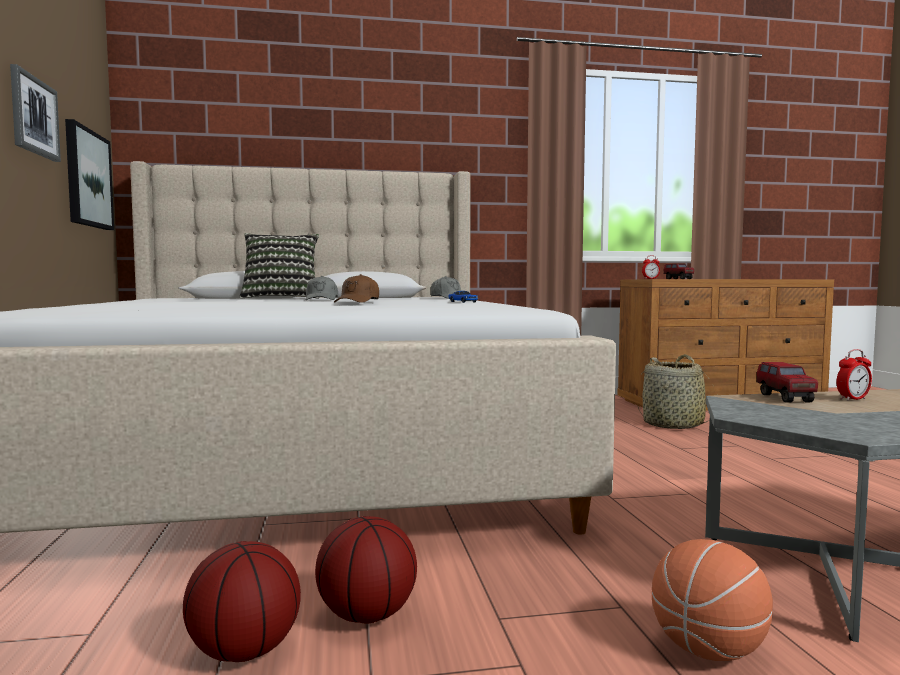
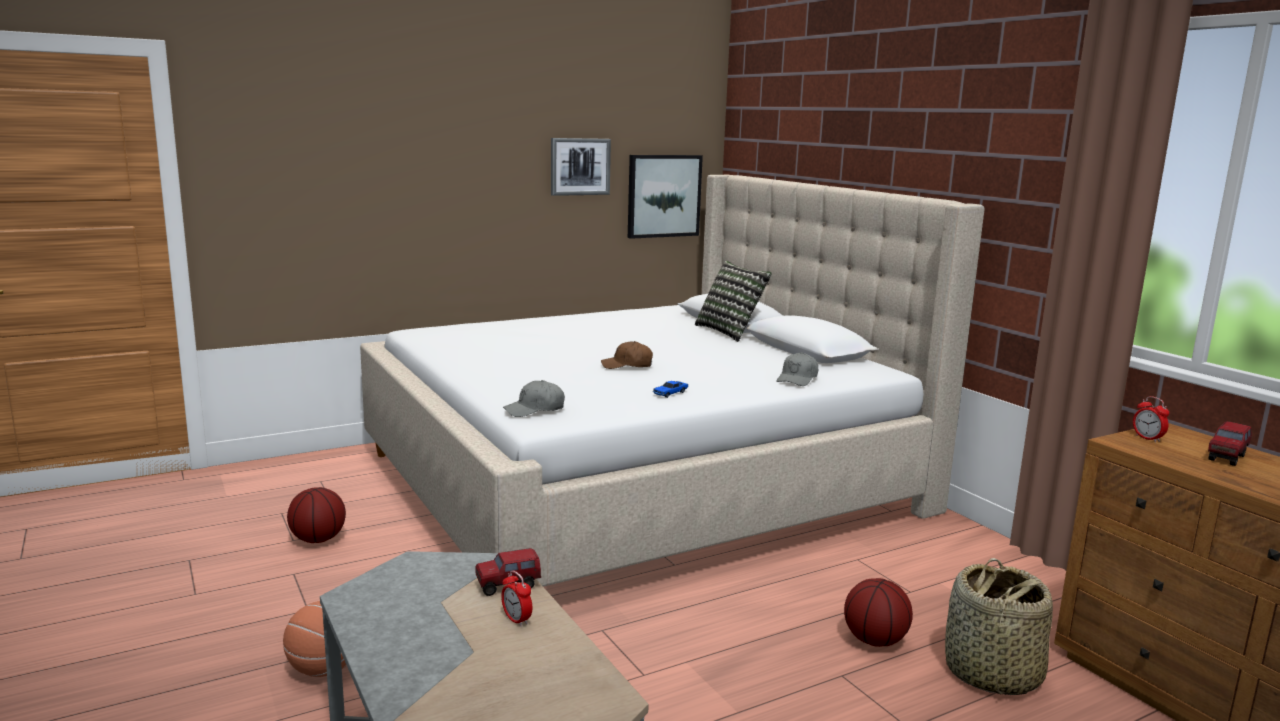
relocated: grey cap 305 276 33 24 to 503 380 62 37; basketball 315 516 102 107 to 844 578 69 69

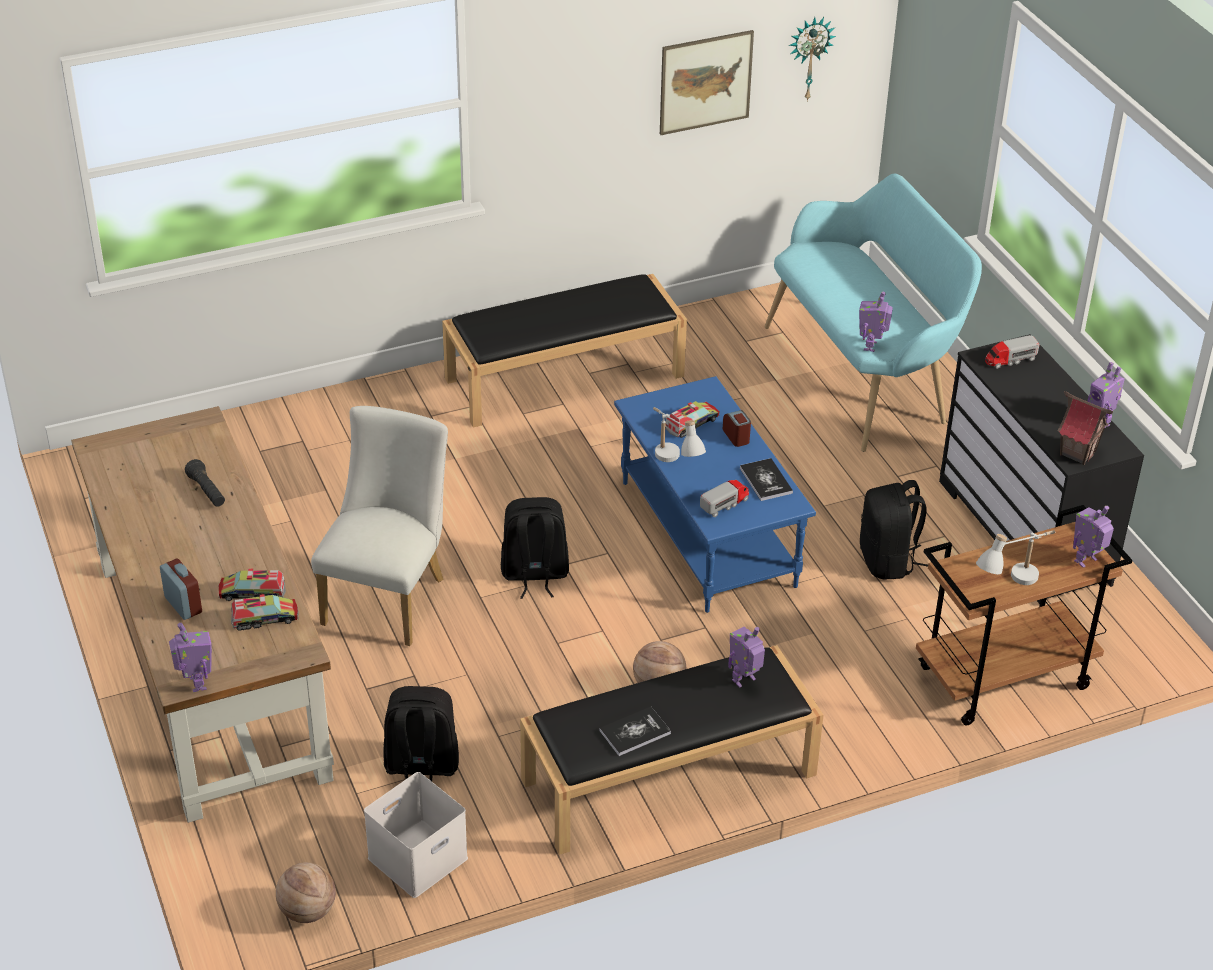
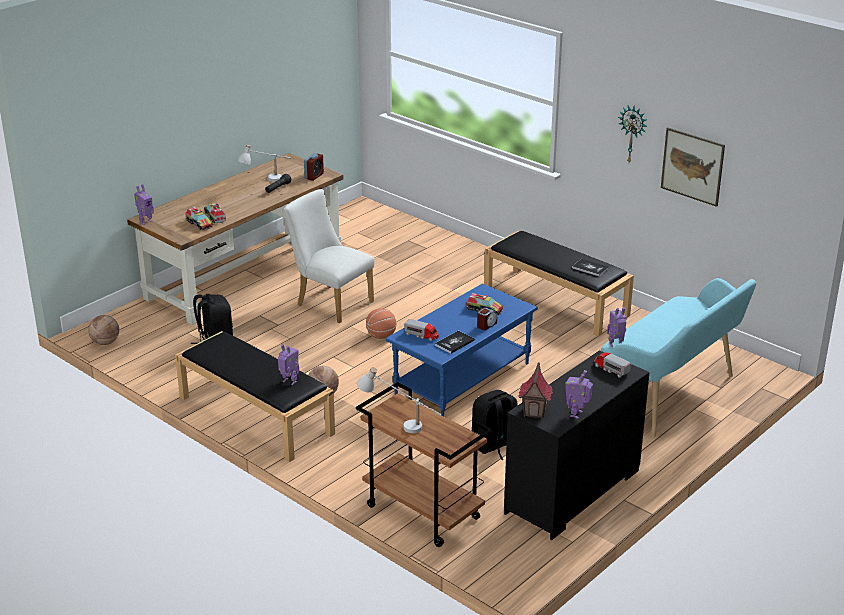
missing: white storage box 364 772 104 126; toy robot 1073 506 41 62
relocated: white table lamp 653 407 53 55 to 237 145 54 37; alarm clock 160 558 42 62 to 304 153 20 28; book 599 707 72 49 to 572 259 37 18; wall clock 789 17 47 85 to 618 105 29 58
exchanged: black backpack 501 497 68 102 to basketball 366 308 30 31
spun: white chair 311 406 137 240 = 284 189 90 134 135 degrees counterclockwise

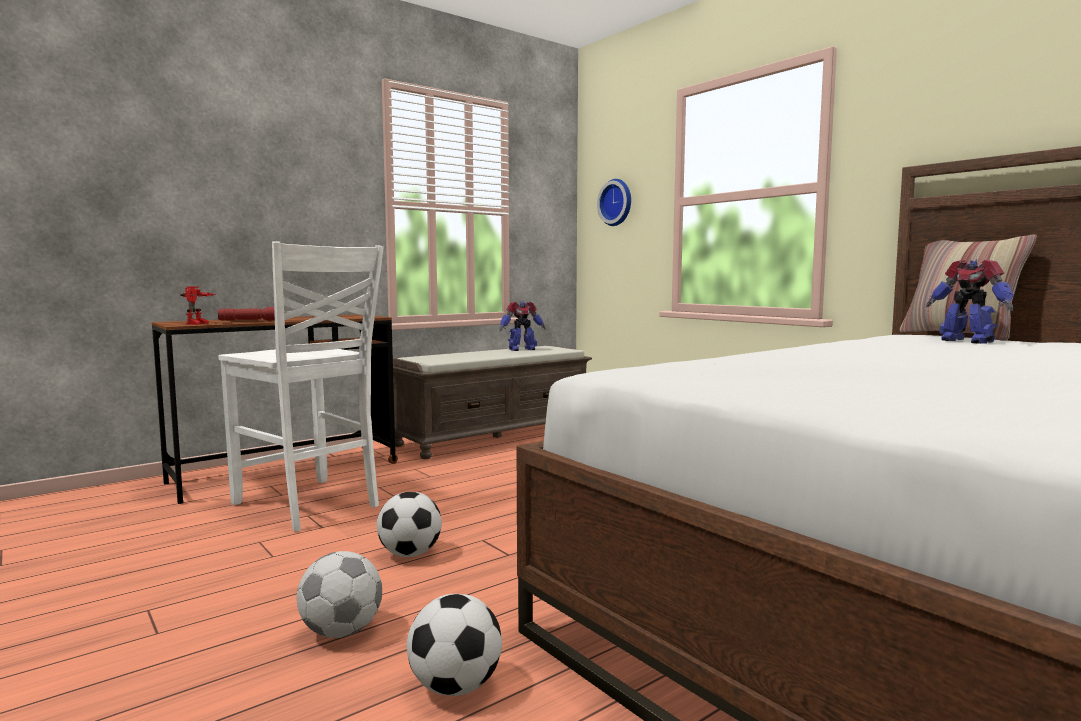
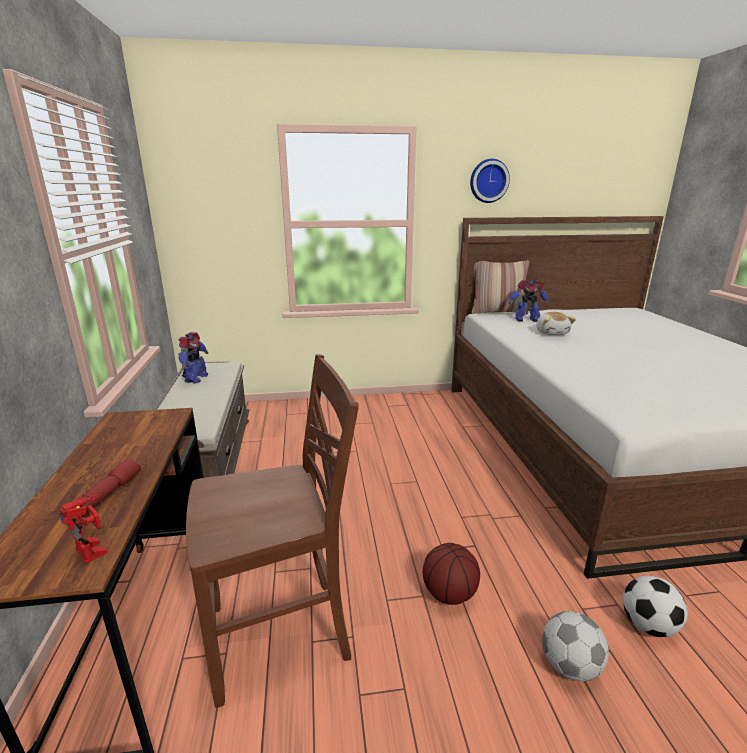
appeared: plush toy 536 312 40 23
relocated: wall clock 597 179 34 47 to 470 159 40 44
exchanged: football 377 492 65 65 to basketball 423 543 57 62
colour: white chair 218 241 166 290 to brown chair 186 354 173 354

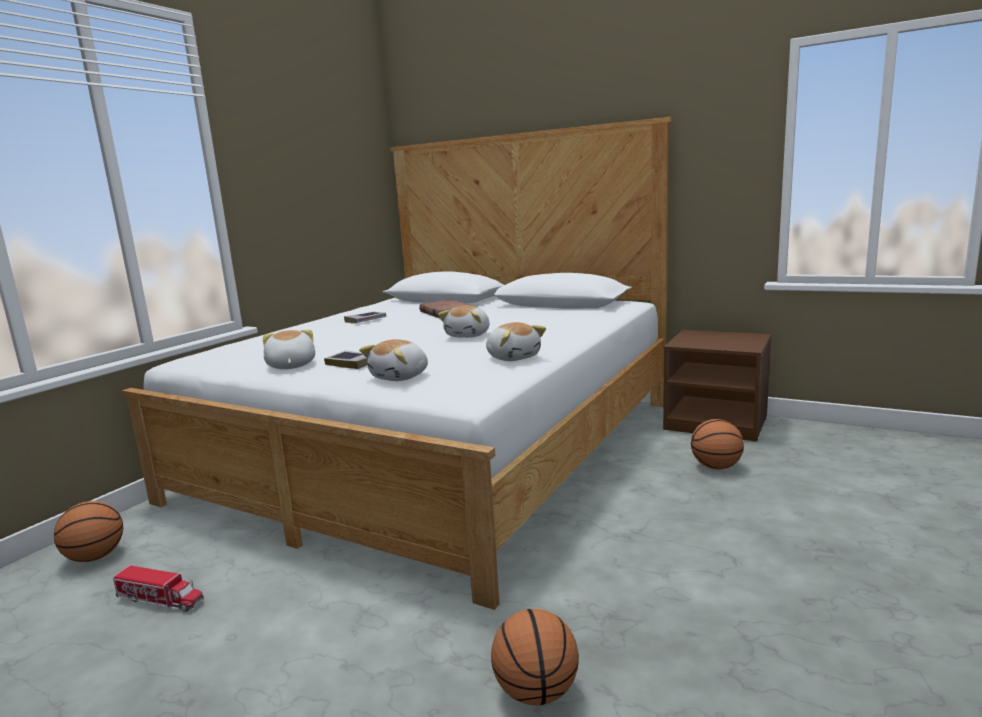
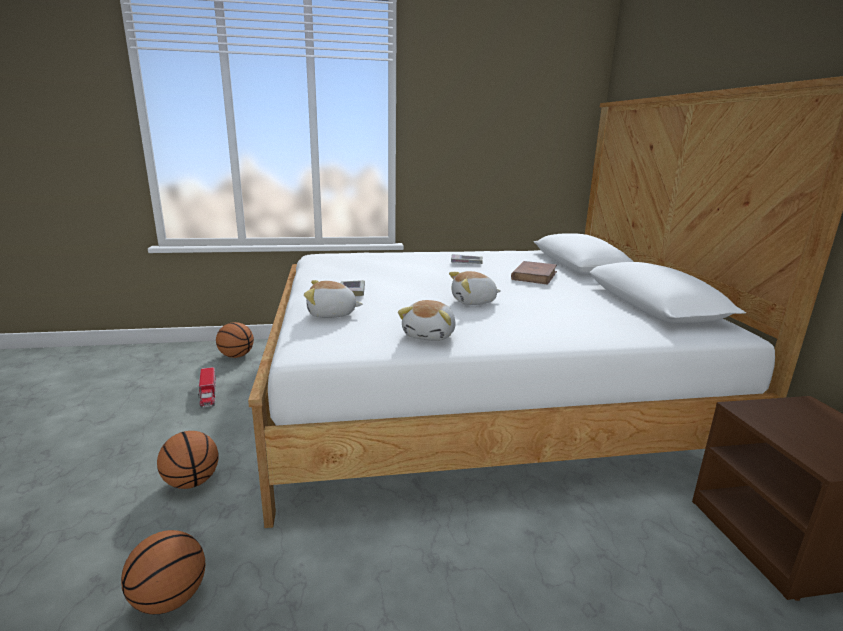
missing: plush toy 263 330 52 39
relocated: basketball 691 419 53 51 to 157 431 61 58

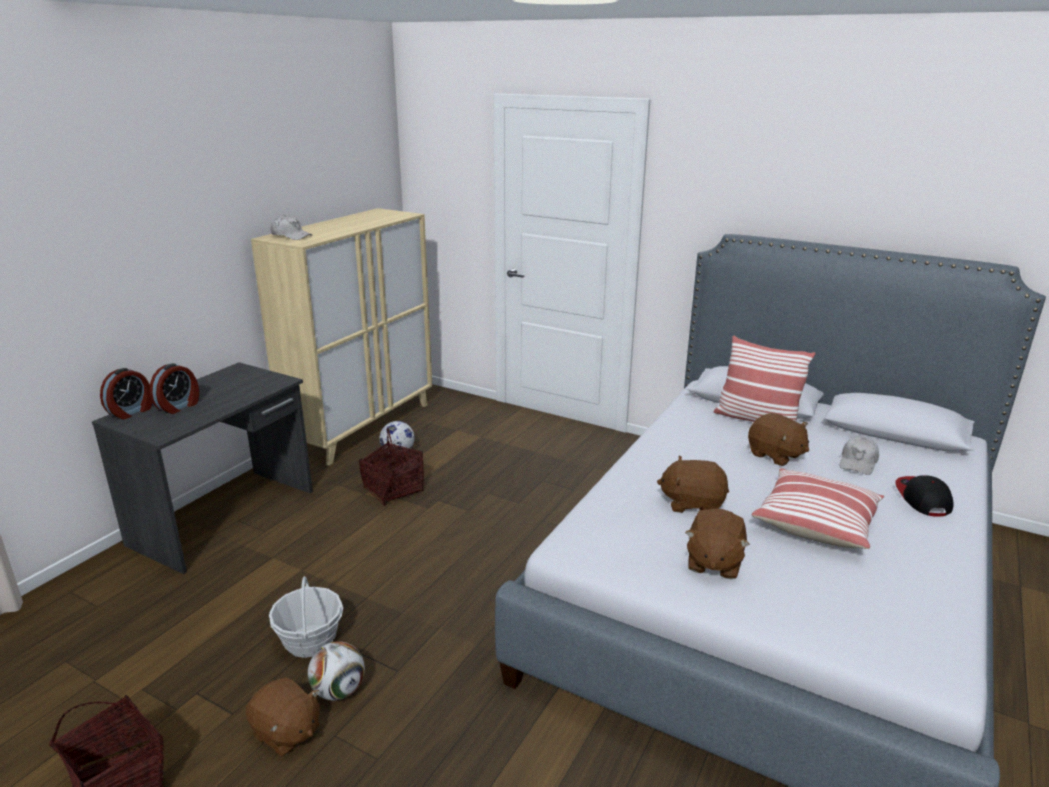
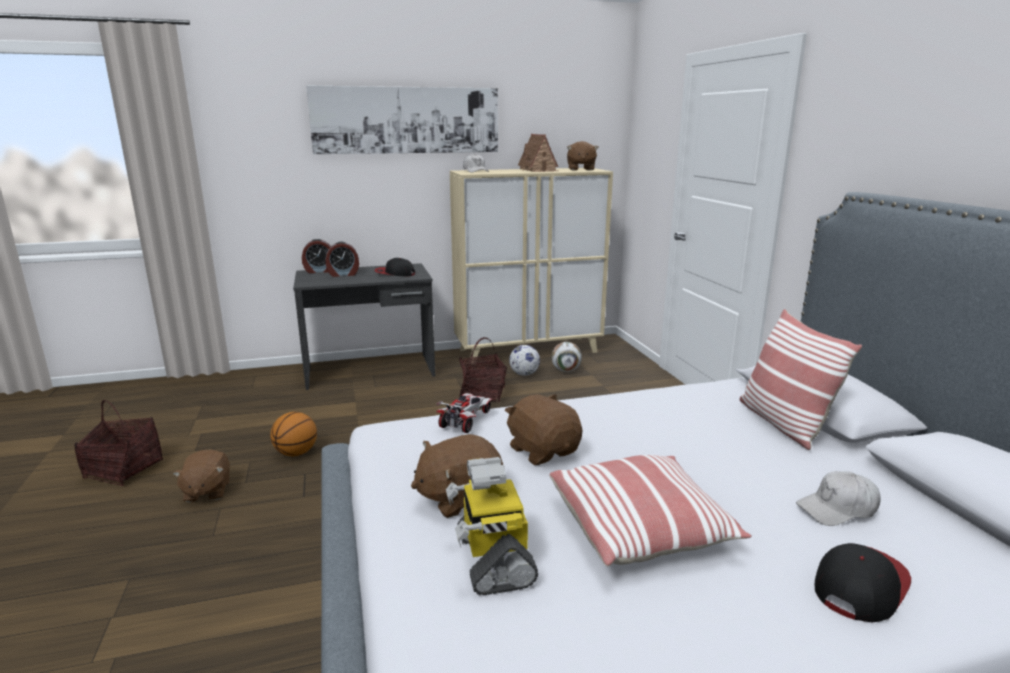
appeared: picture 306 85 192 69; cap 374 258 41 18; toy car 436 393 56 40; toy robot 446 457 92 139; toy house 518 134 40 38
relocated: football 308 641 57 59 to 551 342 31 30; brown plush toy 748 413 61 53 to 567 141 32 30
exchanged: basket 269 576 74 82 to basketball 270 412 47 44

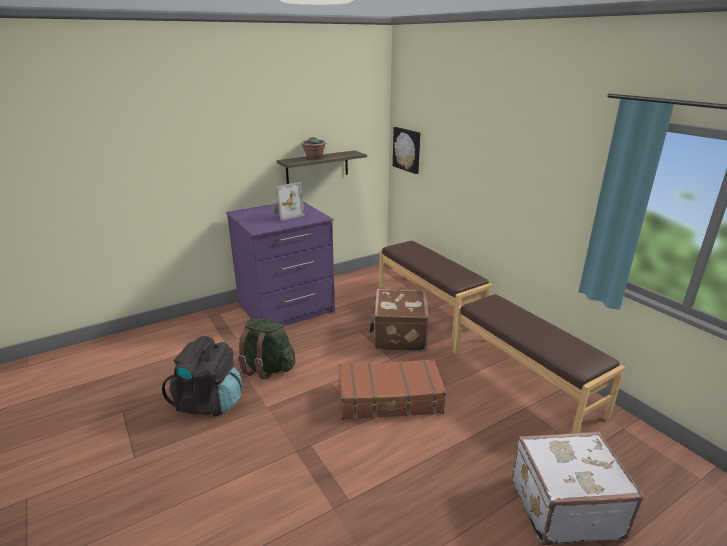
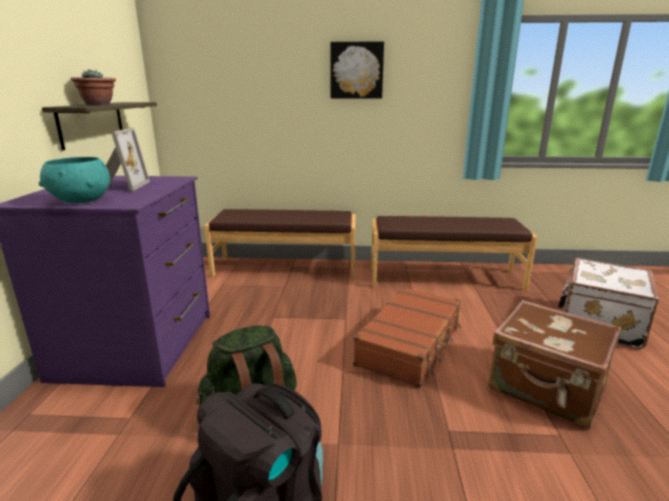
appeared: turquoise bowl 38 157 72 46
relocated: picture 393 127 27 47 to 330 41 54 58; brown suitcase 369 289 60 63 to 489 300 132 128

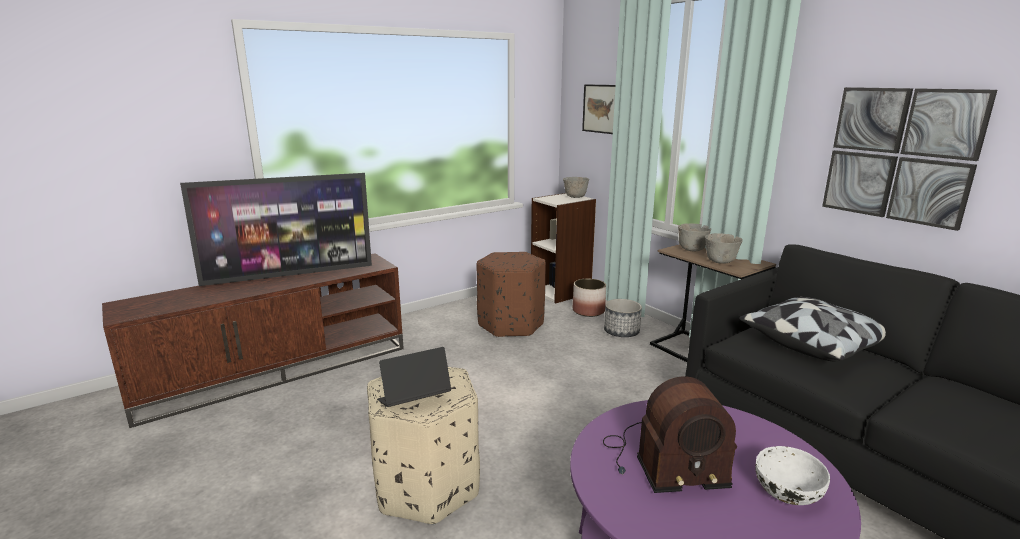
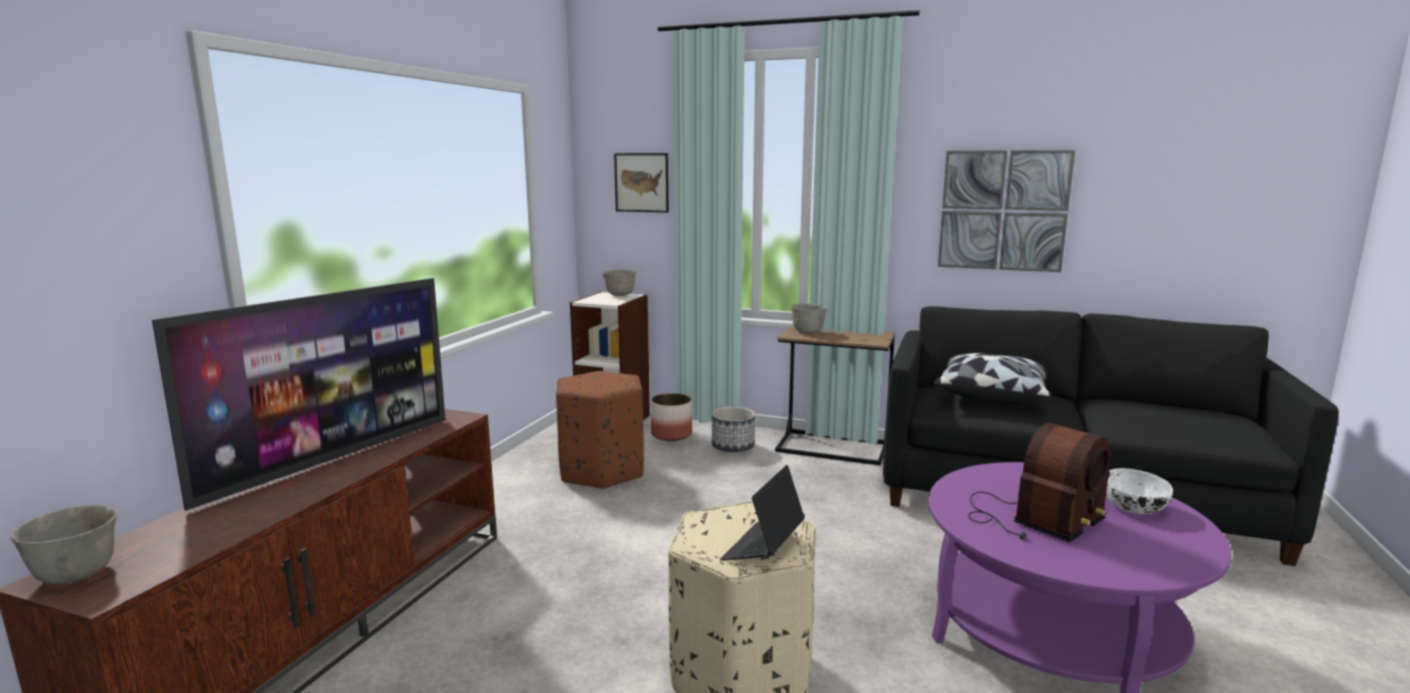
relocated: grey bowl 705 233 38 31 to 10 505 108 79

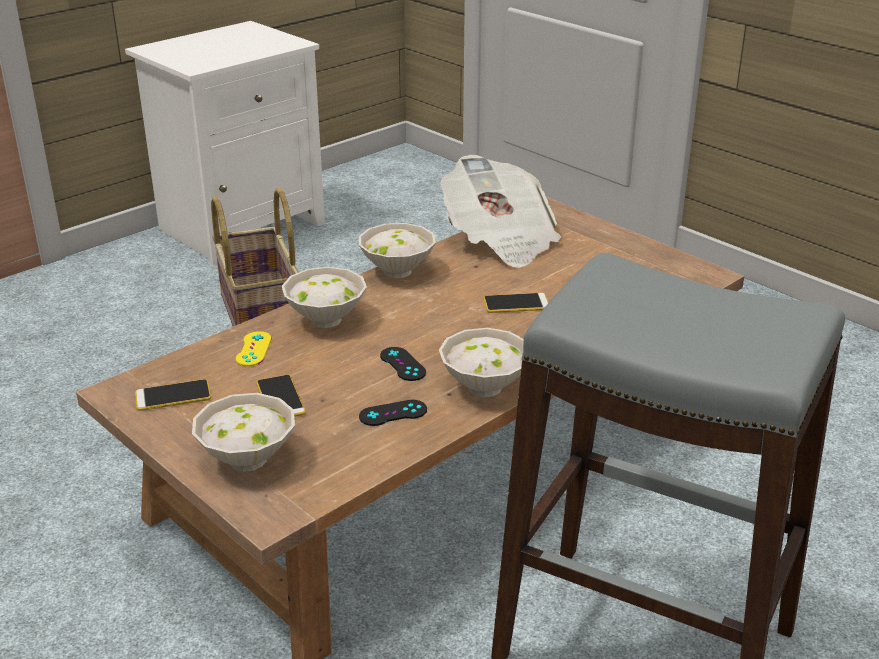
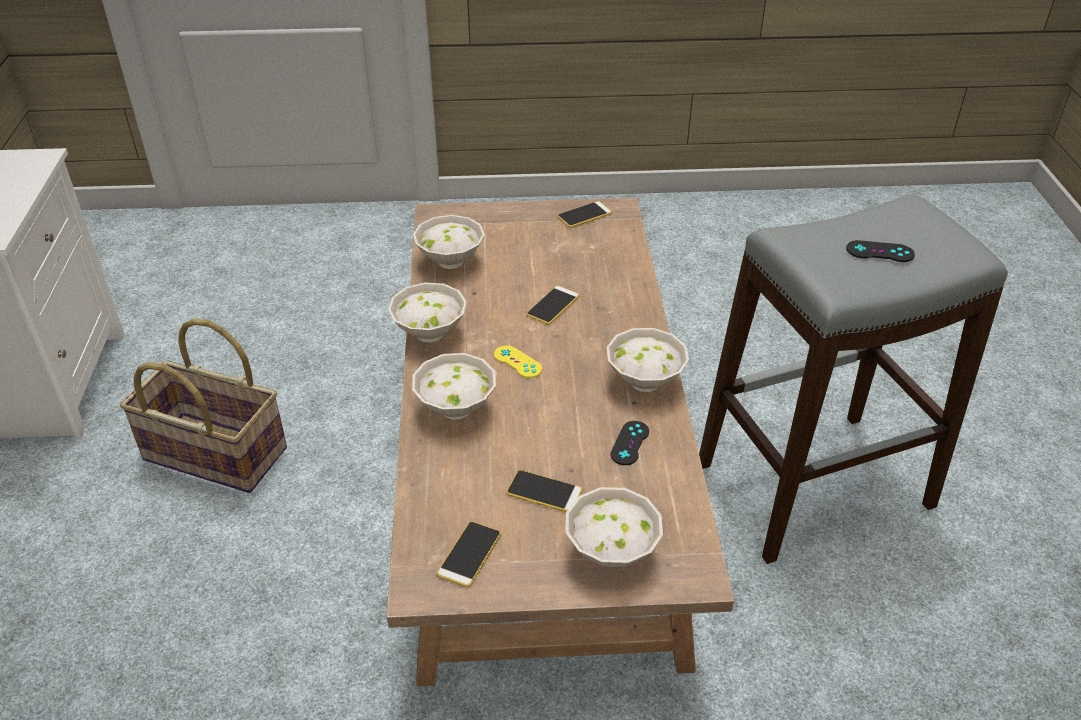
appeared: phone 557 201 55 27
relocated: yellow game controller 236 331 35 36 to 494 345 48 33; black game controller 380 347 46 34 to 846 240 69 22
exchanged: newspaper 440 155 121 113 to white bowl 413 215 72 54

